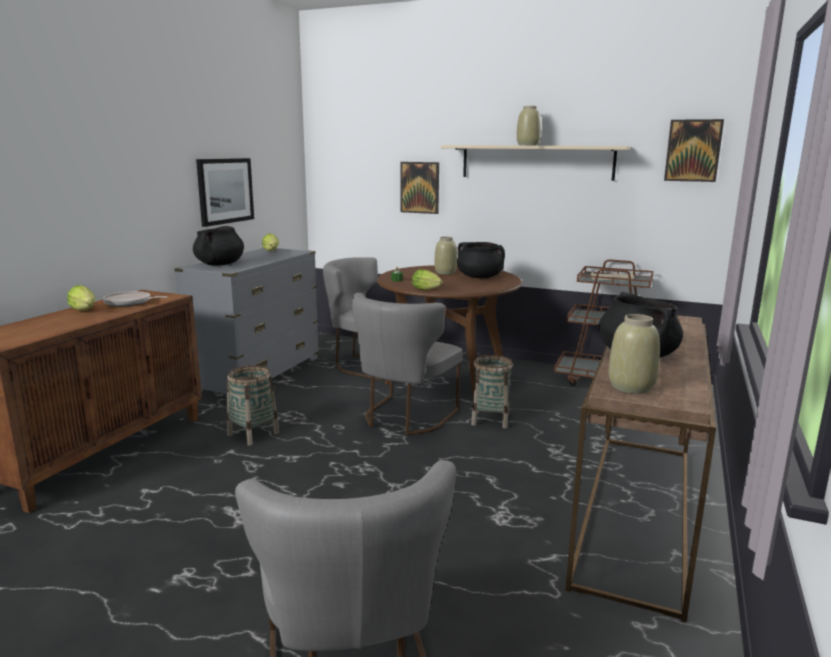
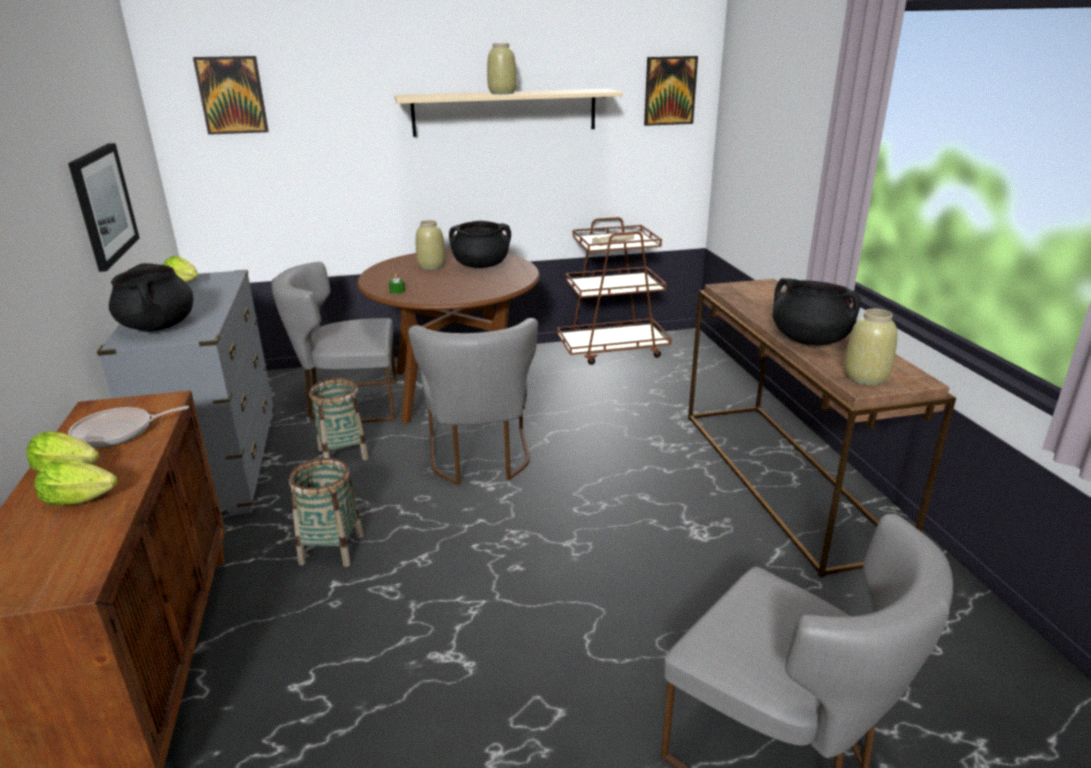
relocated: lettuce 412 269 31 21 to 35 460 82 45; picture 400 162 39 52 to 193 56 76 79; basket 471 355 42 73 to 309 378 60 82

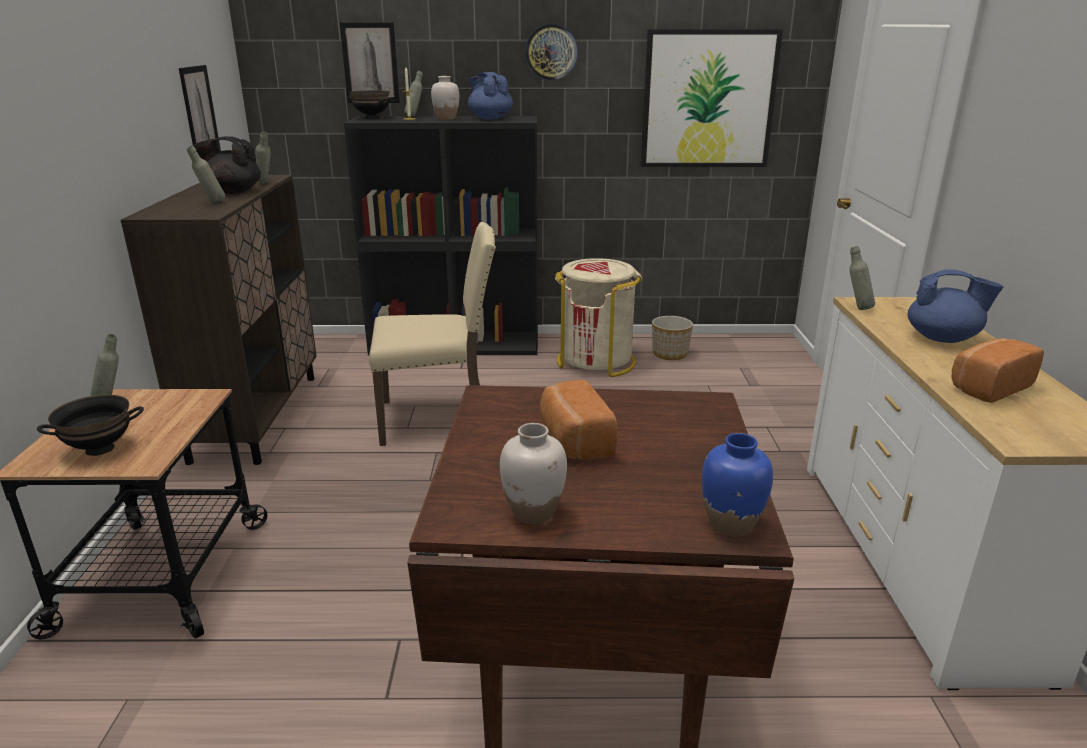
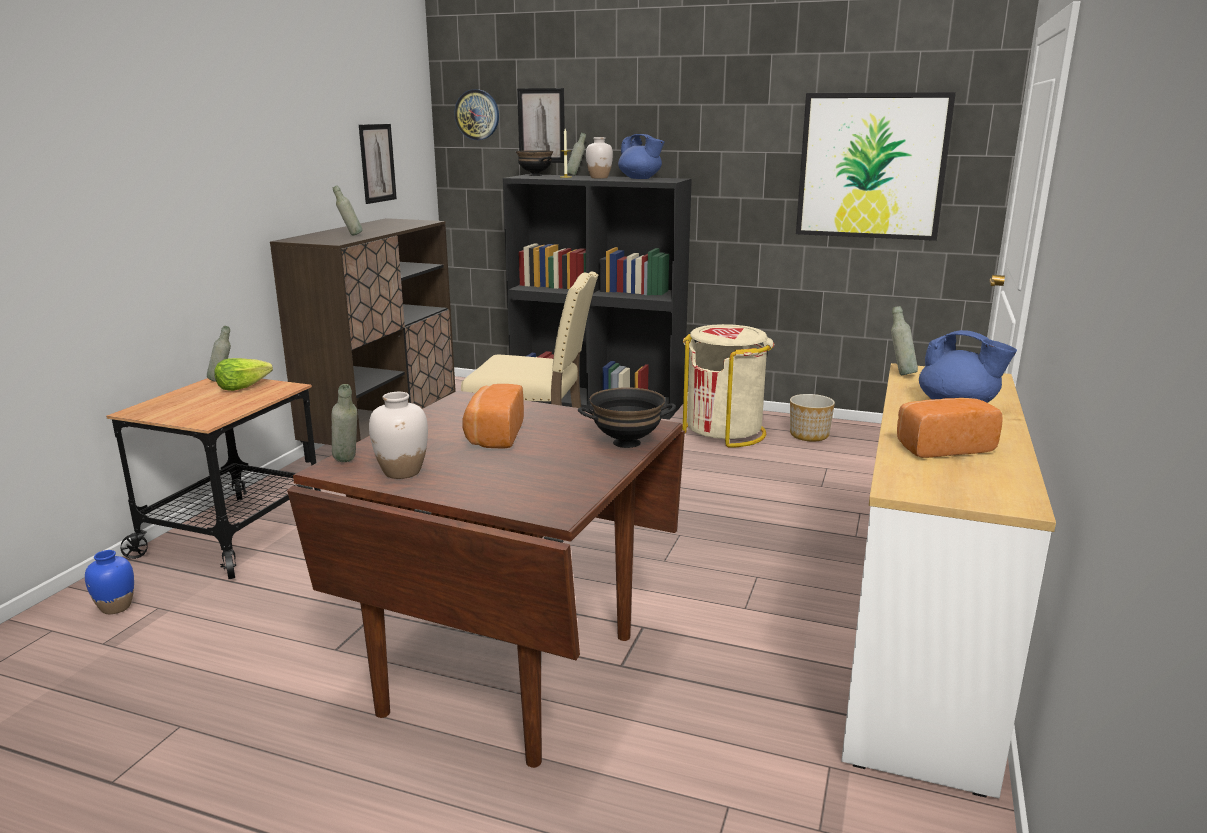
missing: black teapot 193 136 68 58
appeared: lettuce 214 358 59 33
relocated: blue vase 702 433 71 103 to 85 550 49 64; grey bottle 255 132 16 52 to 332 384 25 78; wall clock 525 24 53 56 to 454 89 45 51; black bowl 37 395 107 61 to 578 387 98 61
spun: blue teapot 468 72 45 48 = 618 134 47 45 150 degrees clockwise

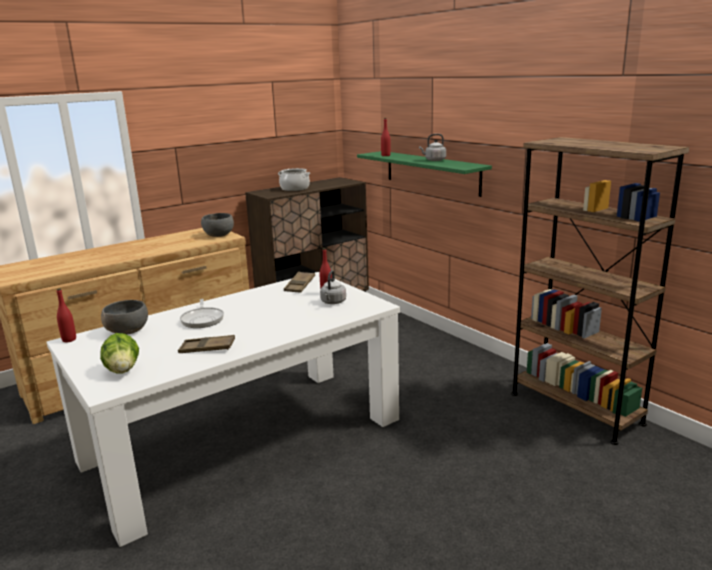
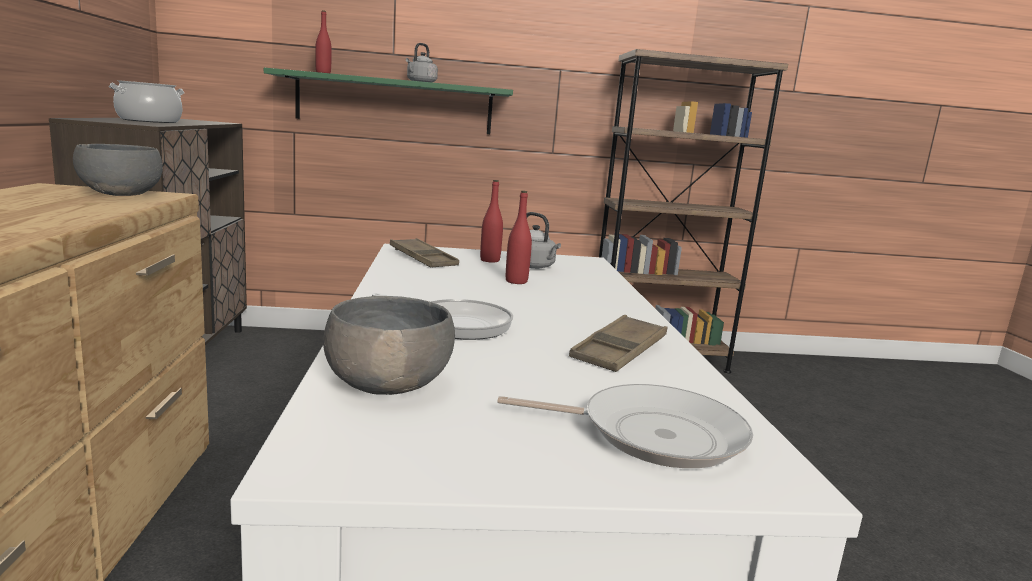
relocated: red bottle 57 289 19 53 to 506 191 26 93
exchanged: lettuce 100 333 39 41 to frying pan 497 384 256 85

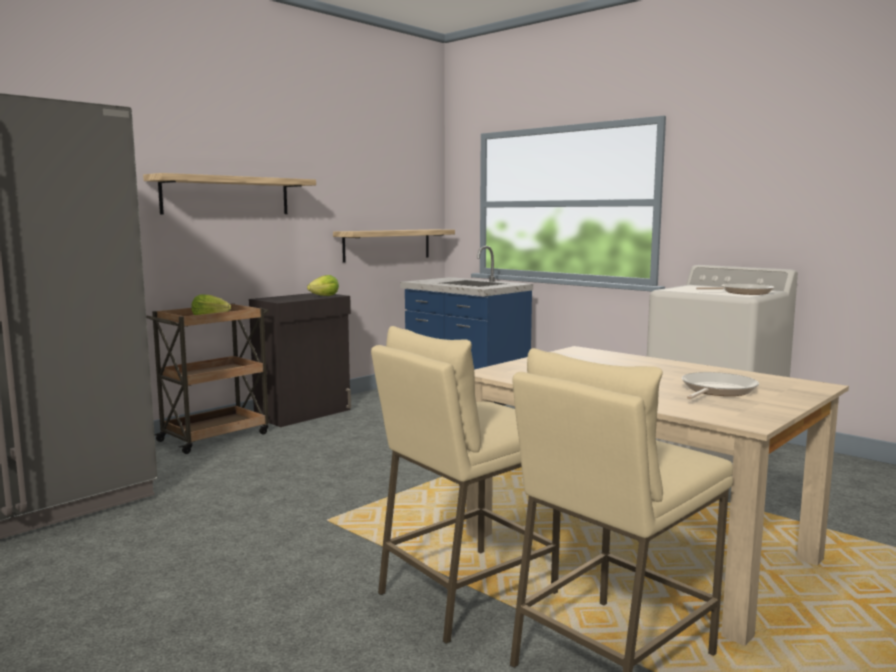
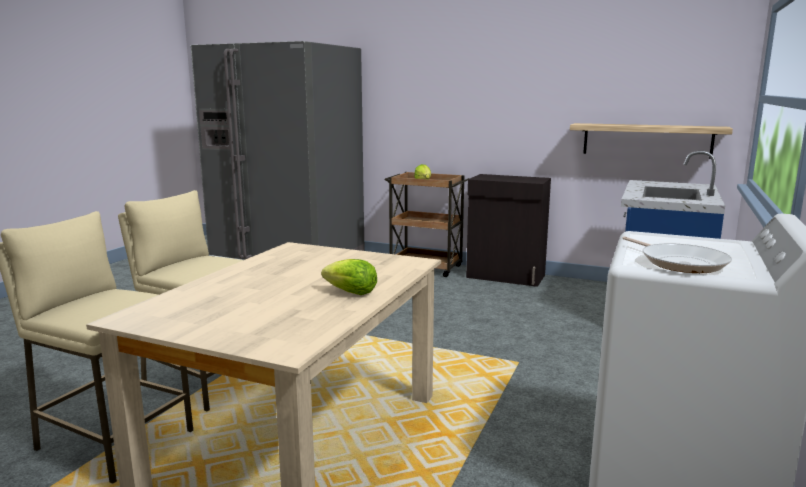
missing: shelf 143 173 173 41; frying pan 682 372 77 27
relocated: lettuce 307 275 32 21 to 321 259 56 36

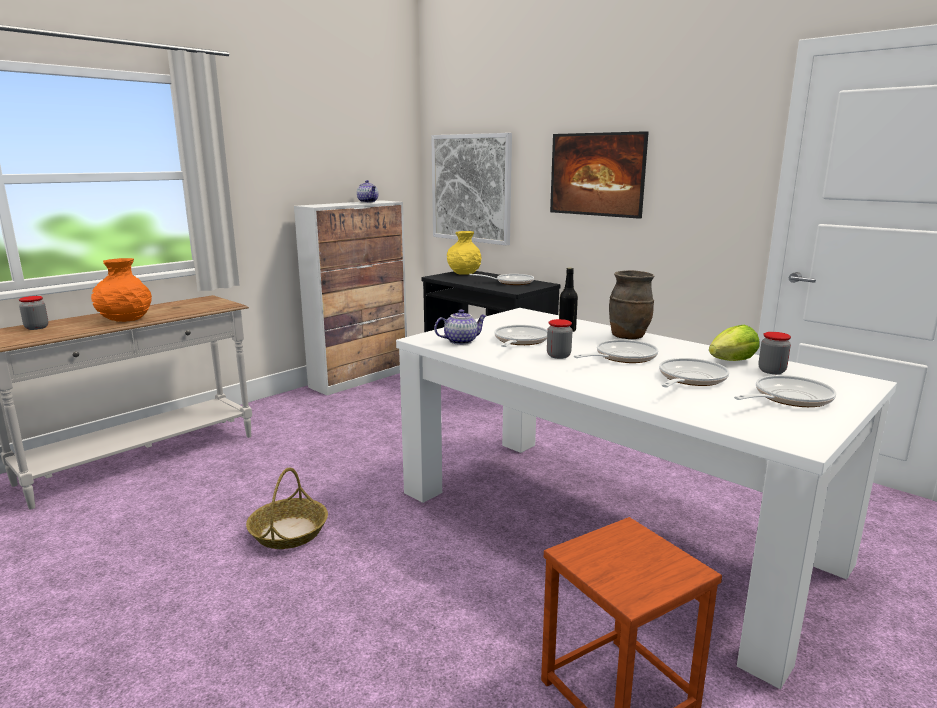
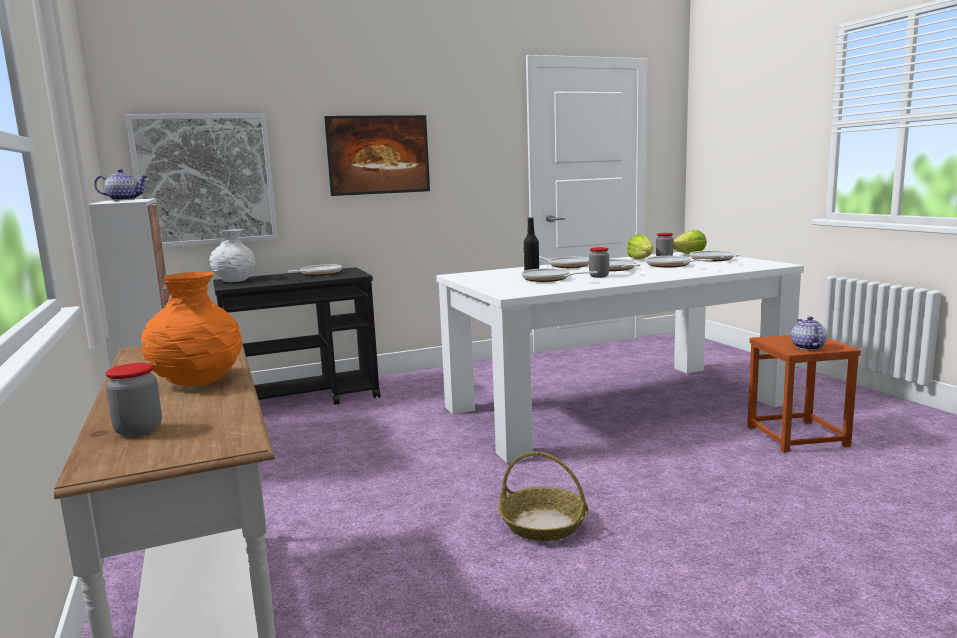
appeared: lettuce 673 230 34 24
relocated: teapot 434 309 53 36 to 791 316 36 34
exchanged: brown vase 609 270 45 69 to frying pan 522 254 67 14
colour: yellow vase 447 231 34 44 to white vase 210 229 46 53

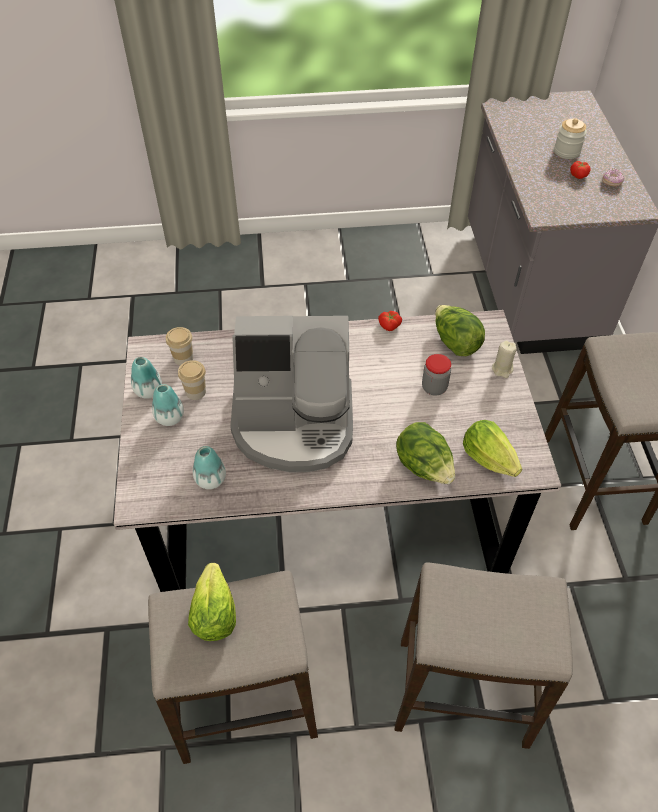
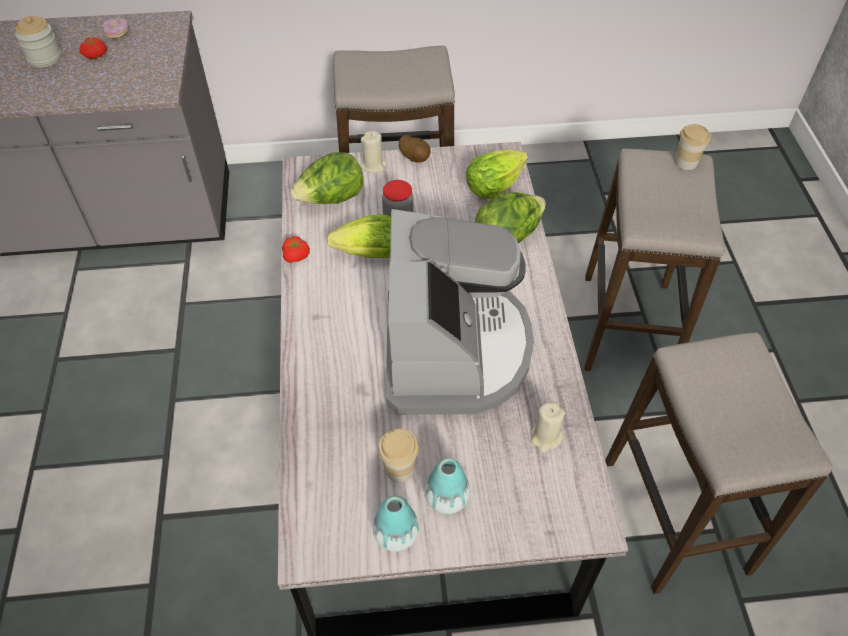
appeared: potato 399 135 32 28
relocated: lettuce 188 563 48 78 to 327 214 64 44; cup 166 327 27 39 to 675 124 36 46
exchanged: vase 193 446 33 43 to beige candle 530 402 35 51

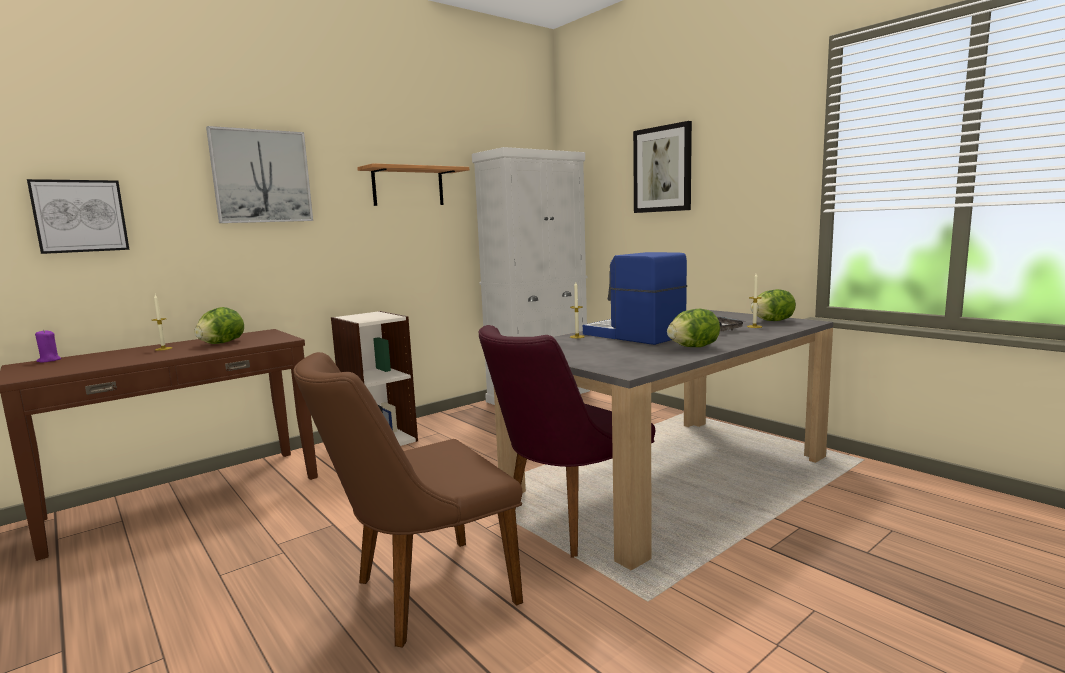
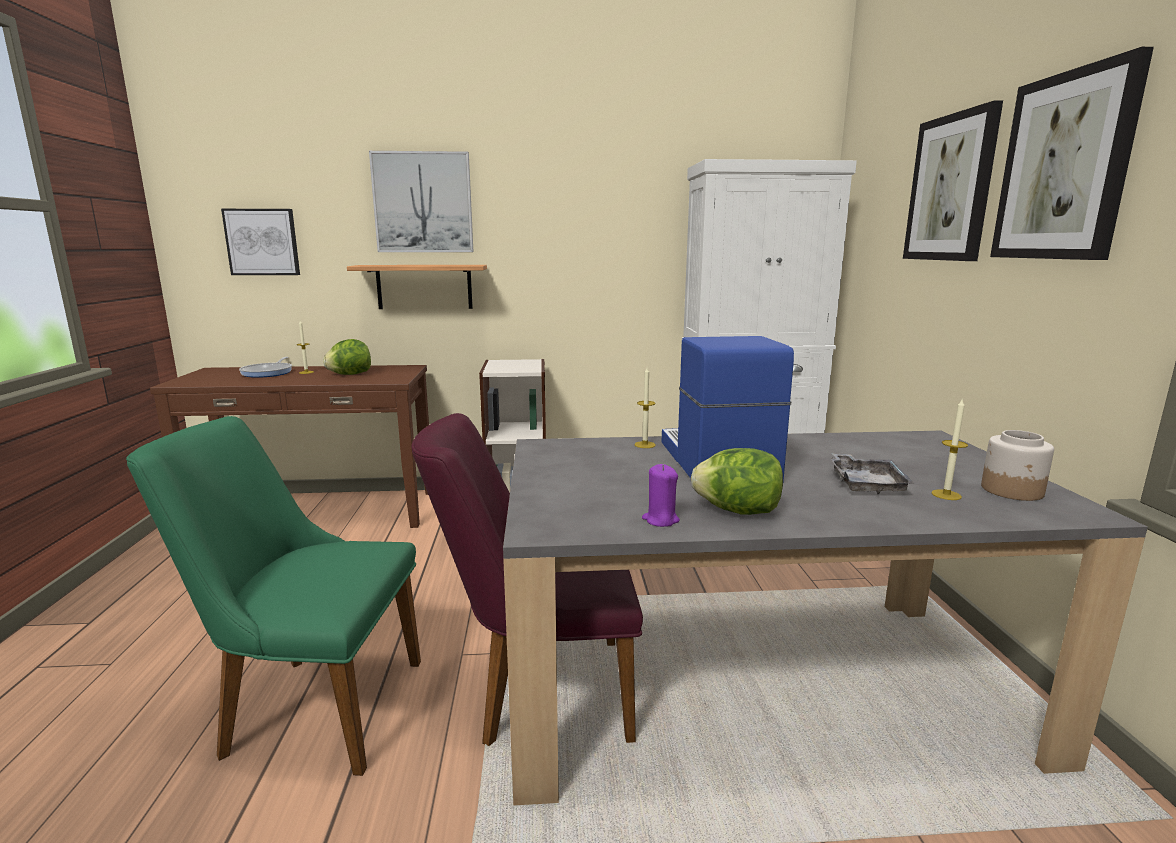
appeared: frying pan 239 357 53 21; picture 990 47 164 213
relocated: shelf 357 163 112 43 to 347 265 140 44; purple candle 35 329 26 34 to 642 464 38 63
exchanged: lettuce 750 289 46 32 to jar 981 430 73 71
colour: brown chair 293 352 230 296 to green chair 126 416 295 360

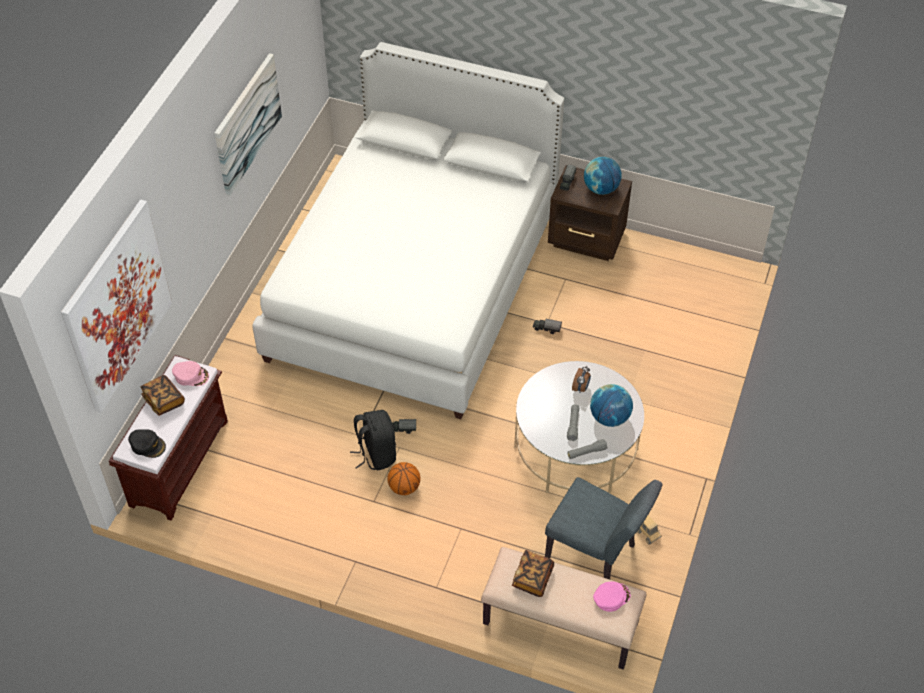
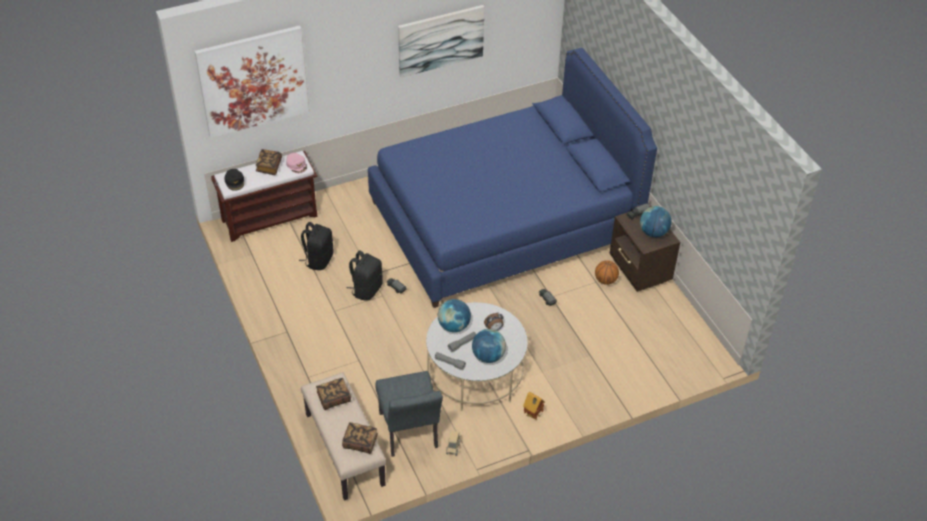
appeared: black backpack 299 222 35 48; globe 438 299 33 33; toy house 523 391 22 29
relocated: basketball 387 462 33 33 to 595 260 24 25
exchanged: pink cap 593 581 38 31 to book 342 422 36 32
colour: white bed 252 42 312 377 to blue bed 368 48 289 260

